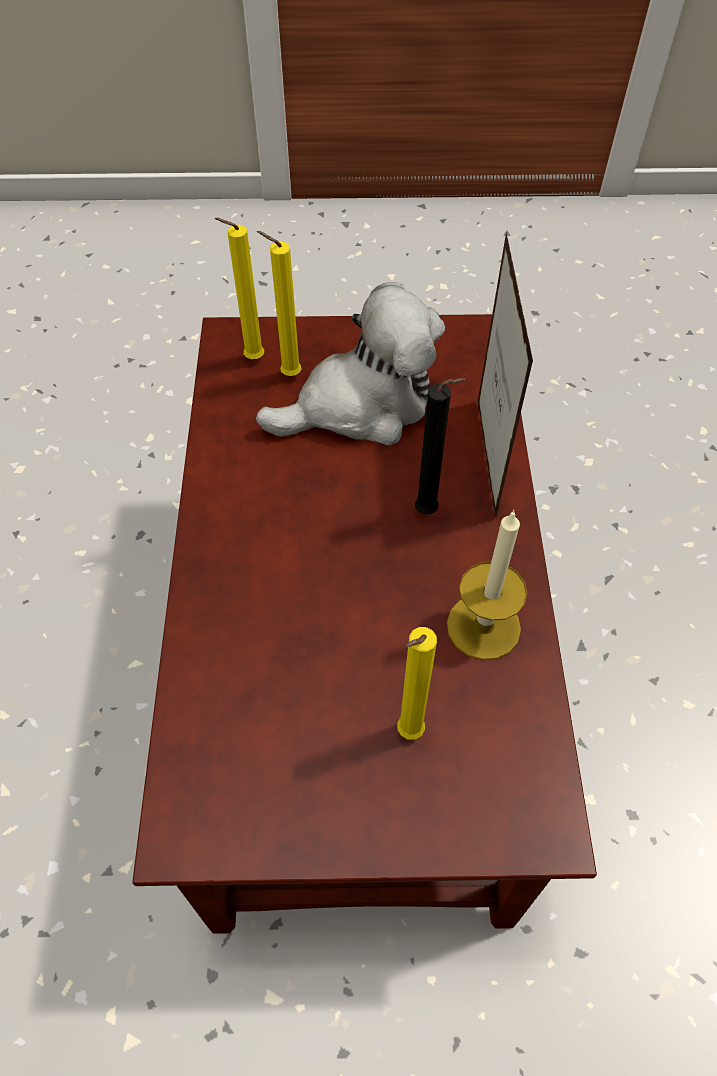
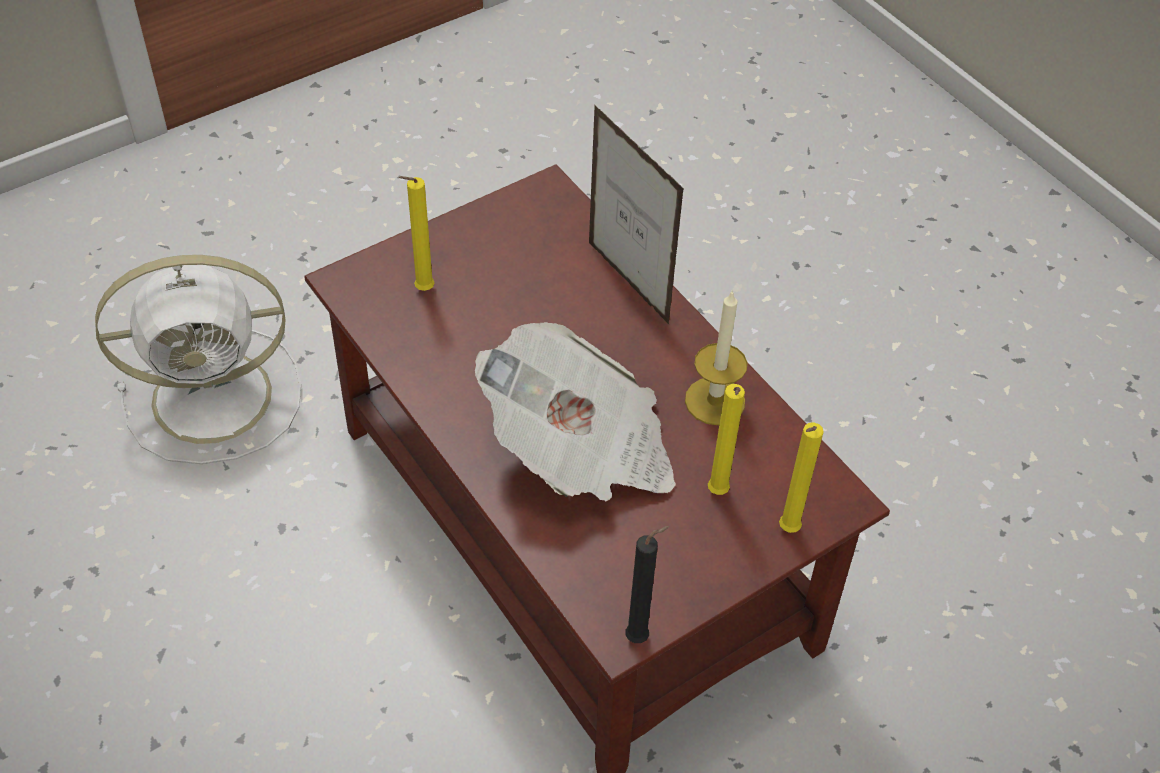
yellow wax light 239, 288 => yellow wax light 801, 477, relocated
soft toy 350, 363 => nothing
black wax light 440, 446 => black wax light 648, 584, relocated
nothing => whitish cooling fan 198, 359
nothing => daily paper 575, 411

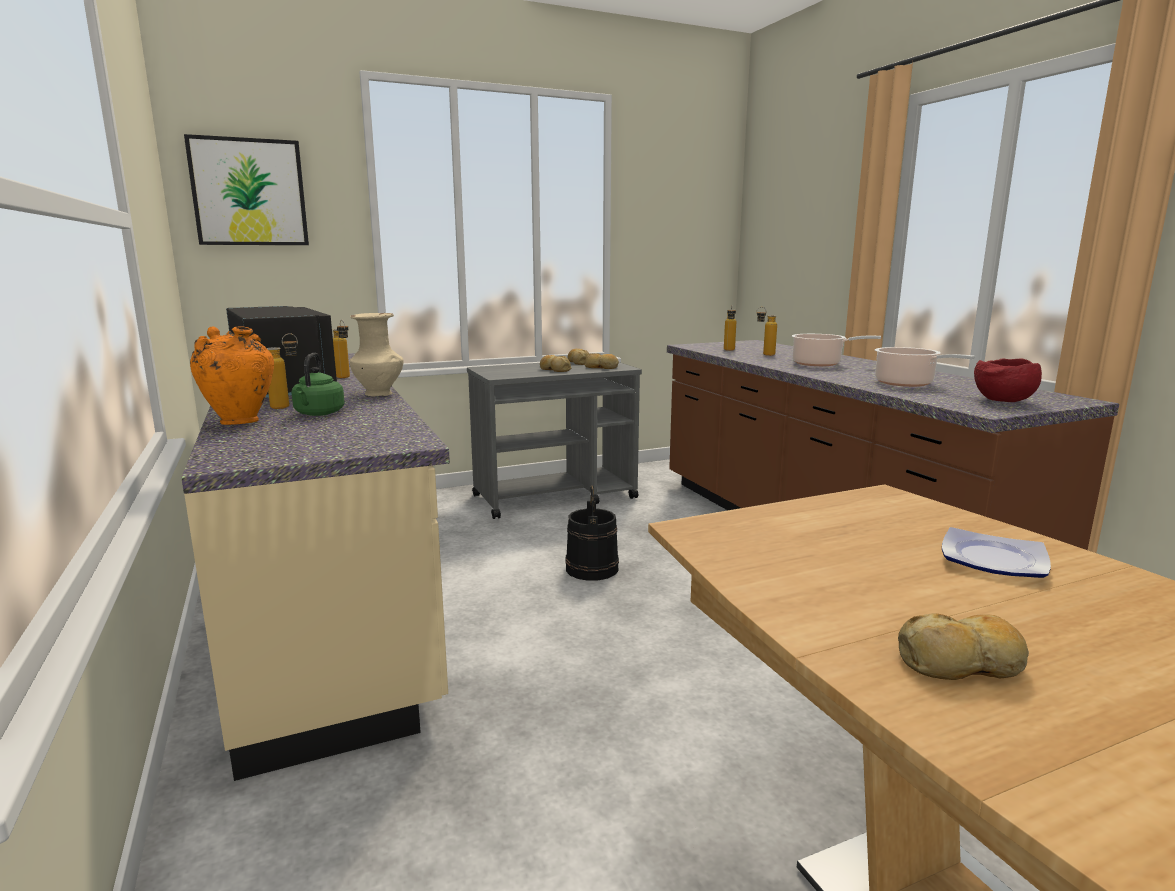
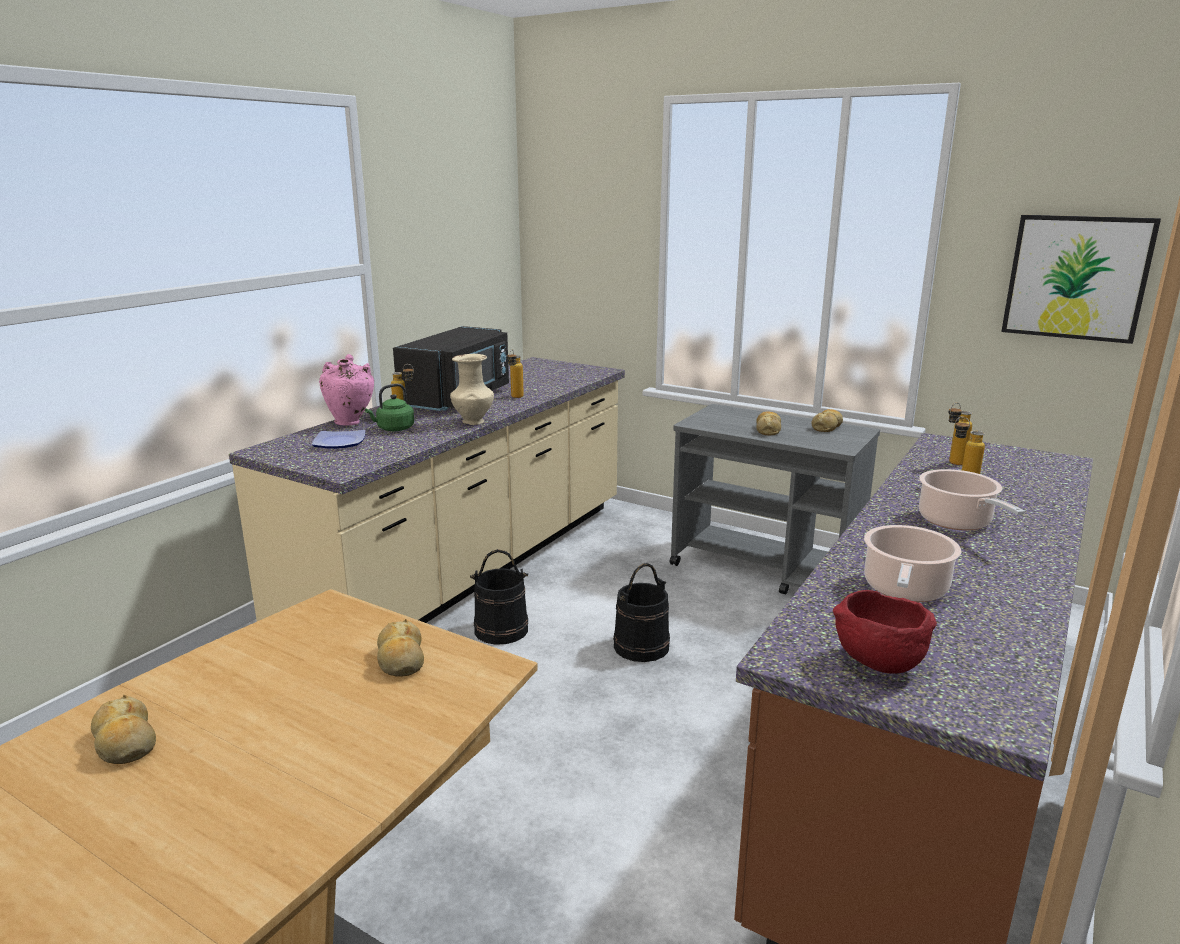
wall art 246, 189 => wall art 1081, 279, relocated
orange-coloured flower vase 232, 376 => pink-coloured flower vase 346, 390
baked bread 601, 361 => baked bread 400, 648, relocated
plate 996, 552 => plate 338, 439, relocated
nothing => black bucket 499, 597

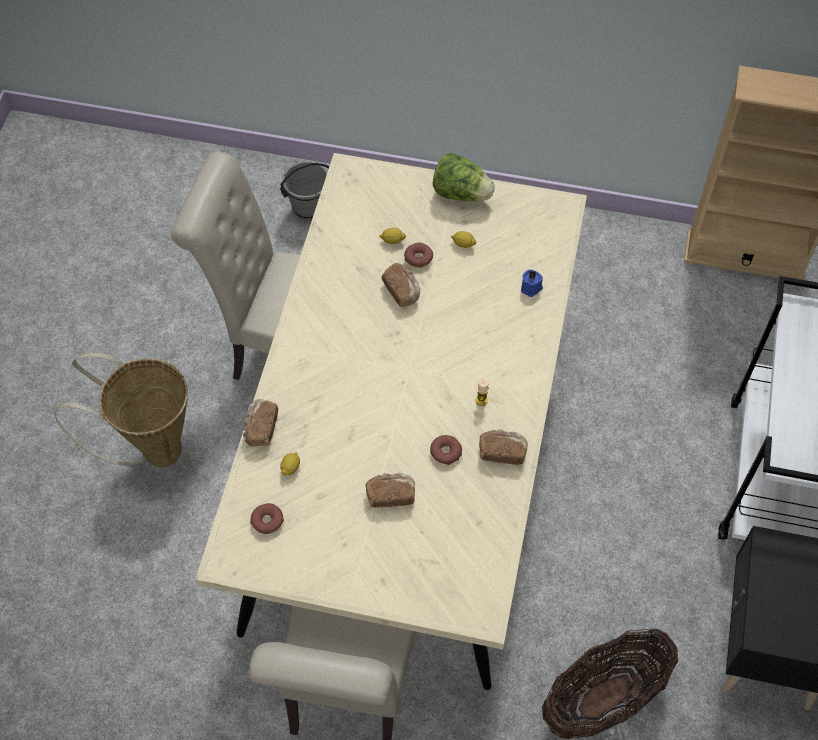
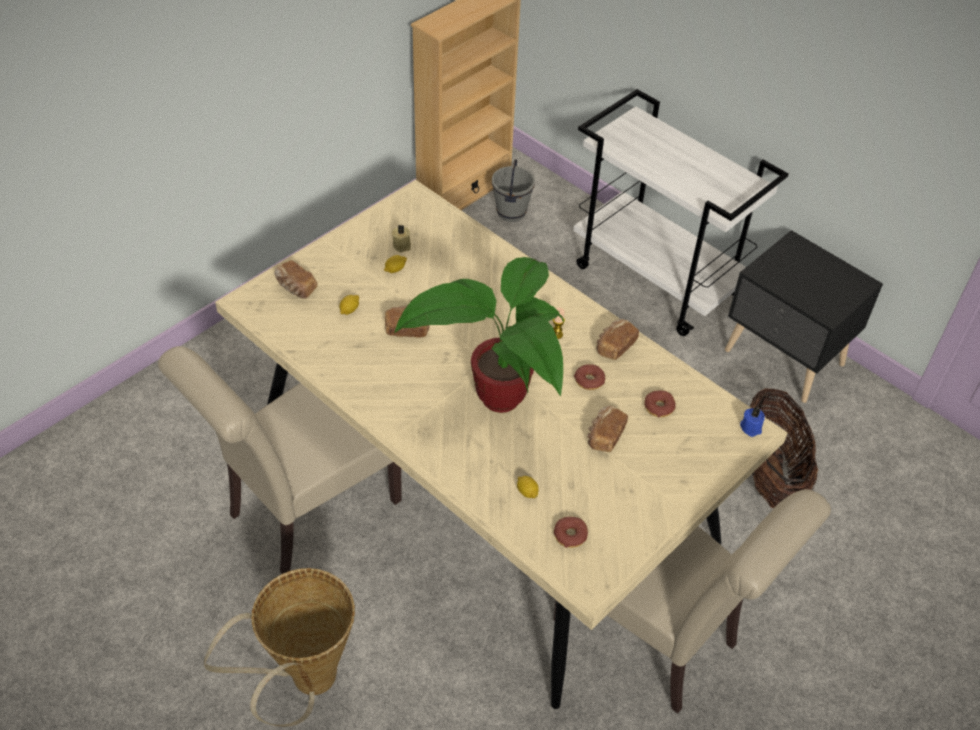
lettuce head 464, 177 => nothing
grey bucket 304, 191 => grey bucket 513, 190, relocated
ring doughnut 418, 255 => ring doughnut 660, 404, relocated
blue-coloured wax light 532, 283 => blue-coloured wax light 752, 422, relocated
baked bread 260, 423 => baked bread 295, 280, relocated
nothing => beige-coloured wax light 401, 238
nothing => potted plant 479, 335

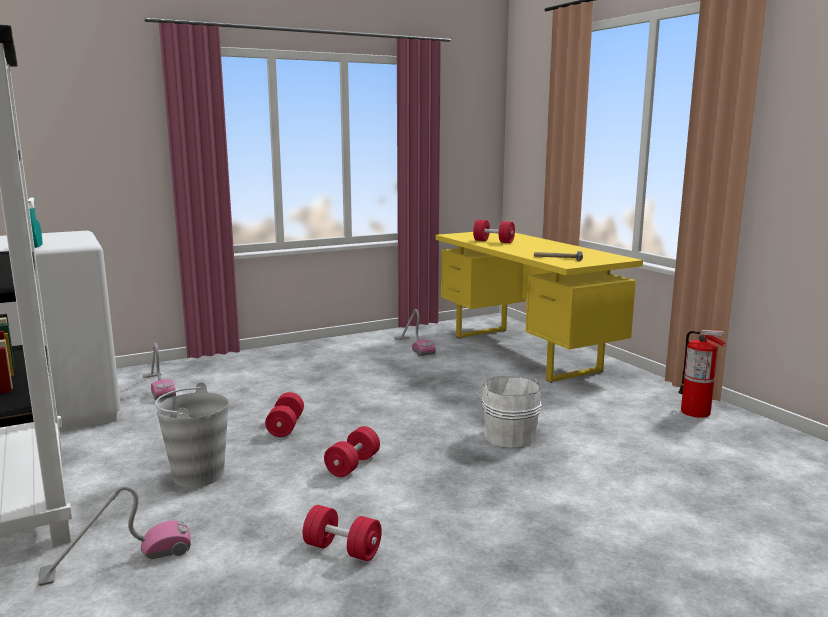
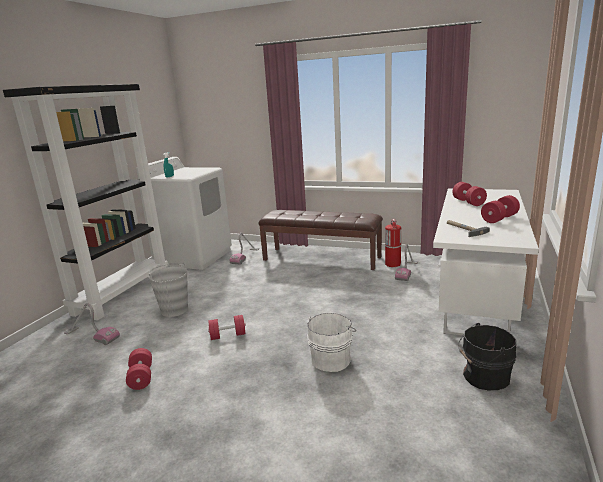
yellow desk unit 539, 307 => whitish desk unit 486, 262
fire-fighting cylinder 702, 374 => fire-fighting cylinder 393, 243, relocated
red dumbbell 284, 414 => red dumbbell 500, 209, relocated
nothing => brown bench 321, 240
nothing => black bucket 487, 356

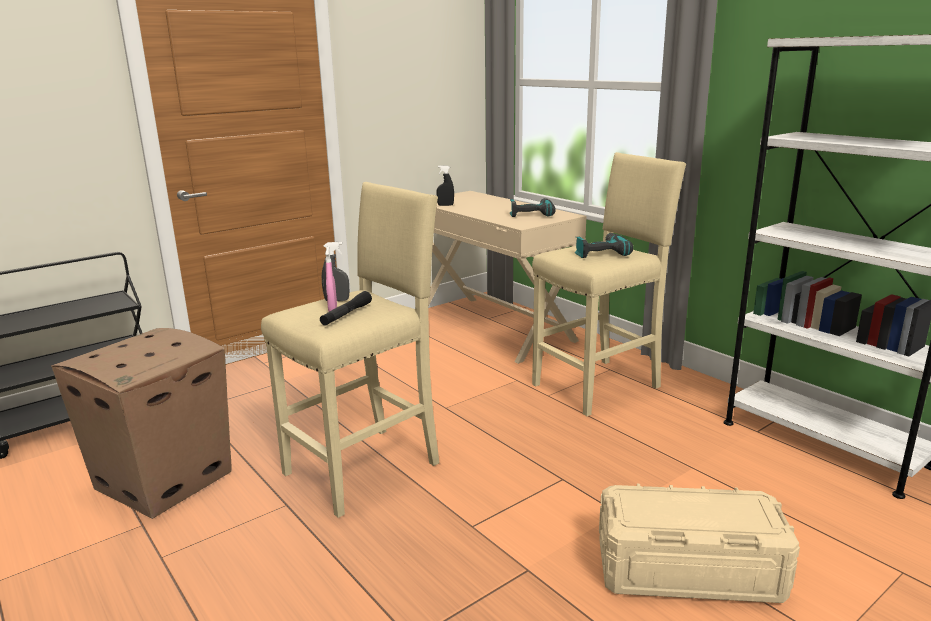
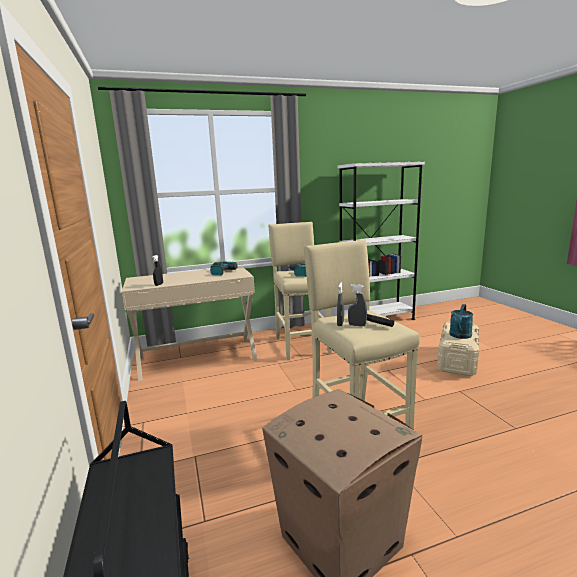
pink-coloured spray bottle 331, 279 => grey spray bottle 357, 305
nothing => turquoise watering pot 461, 321

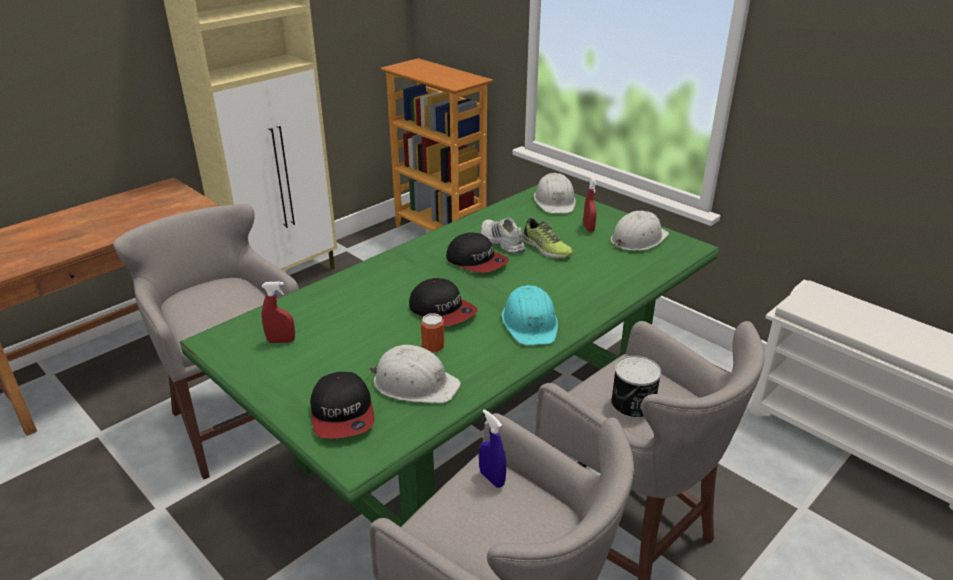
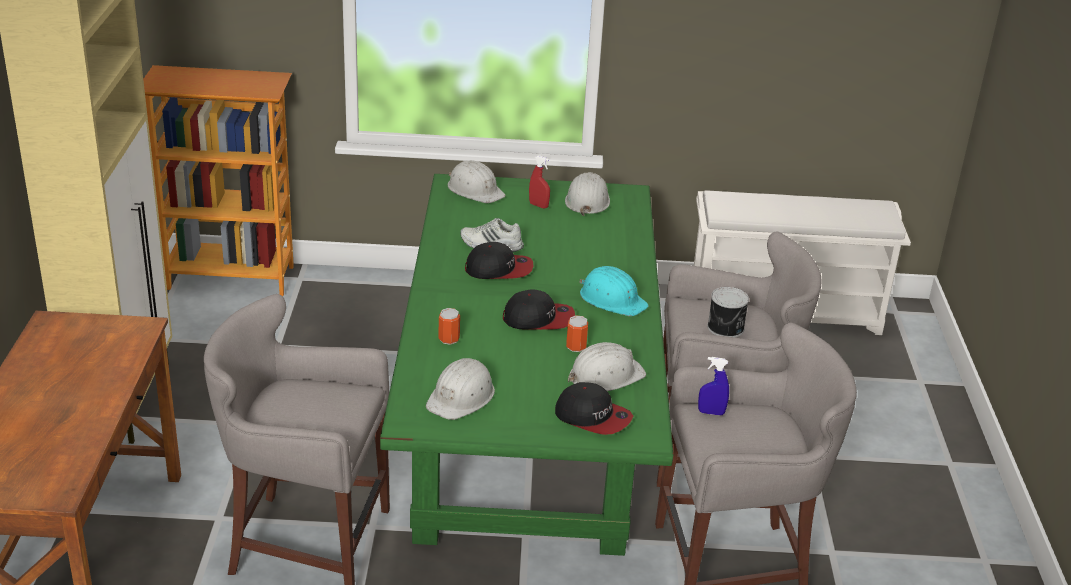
low shoe 547, 238 => nothing
red spray bottle 278, 312 => whitish hard hat 460, 389
nothing => metal can 449, 326

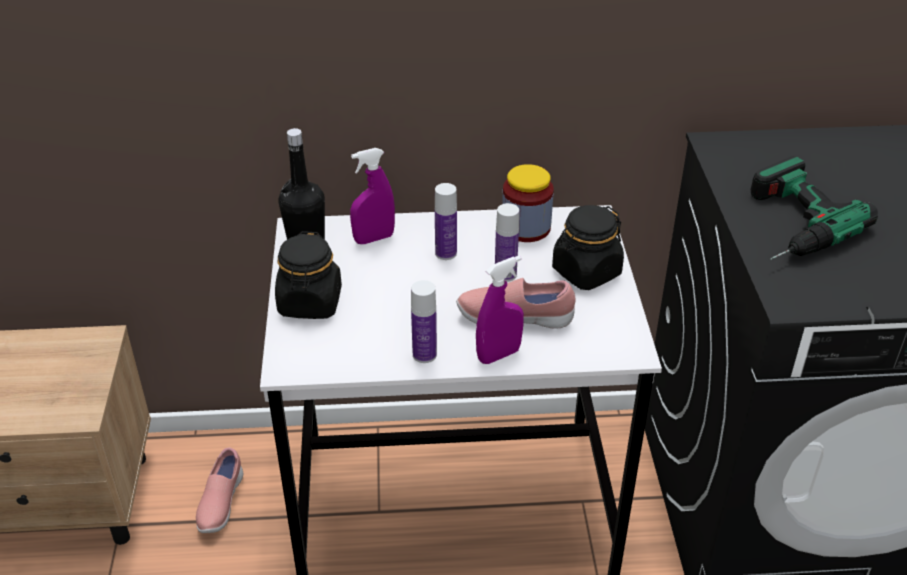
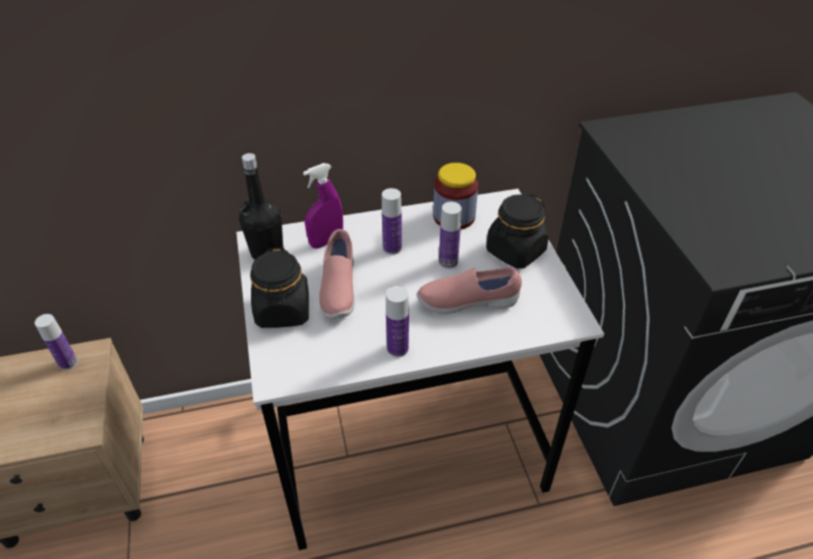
electric drill 814, 208 => nothing
purple-coloured spray bottle 500, 309 => nothing
pink-coloured low shoe 219, 490 => pink-coloured low shoe 337, 274, relocated
nothing => bottle 56, 342

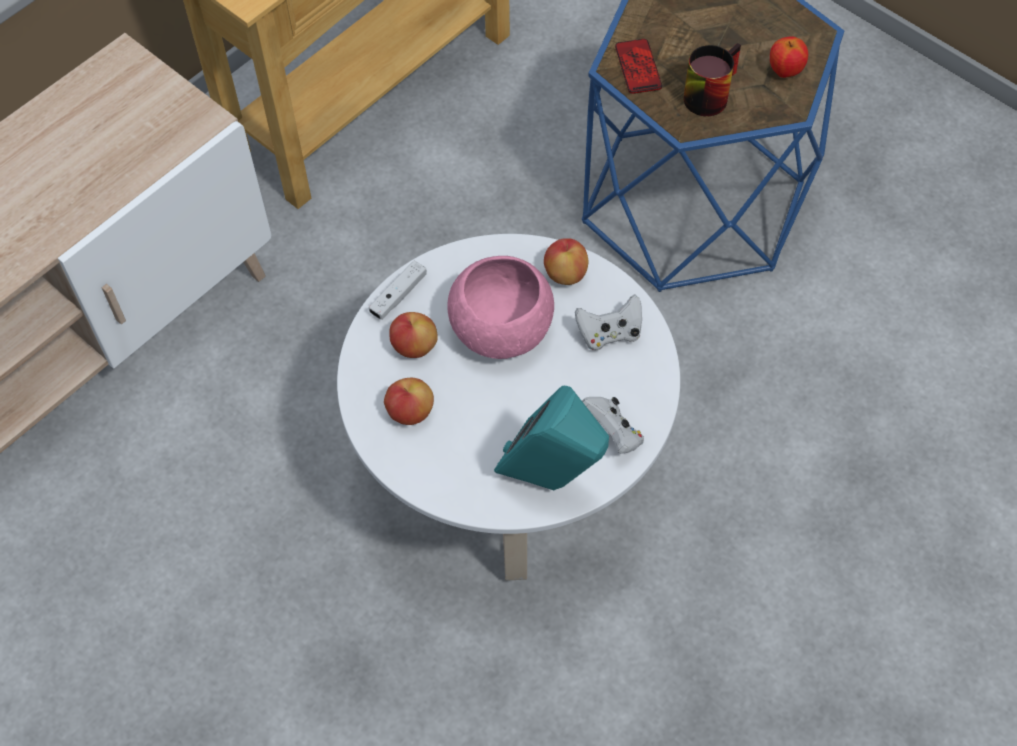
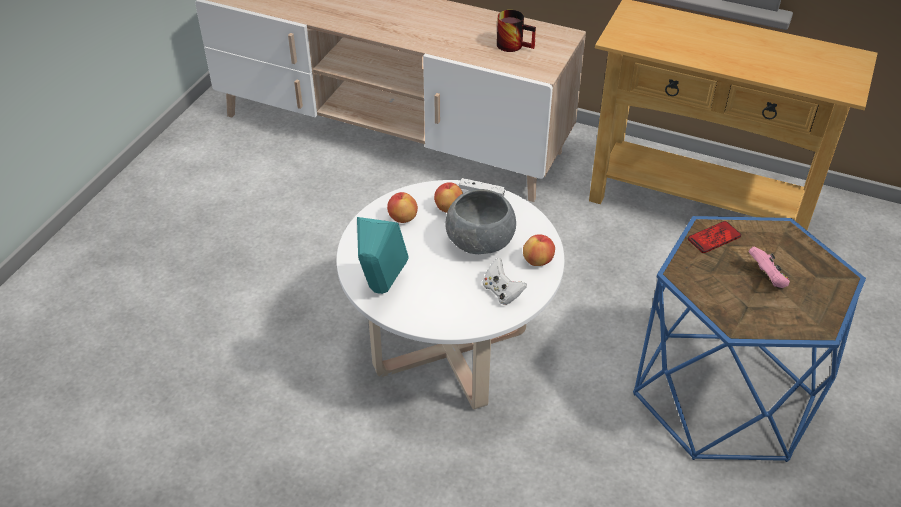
whole apple 789, 57 => nothing
tea mug 712, 79 => tea mug 516, 31, relocated
pink-coloured bowl 500, 307 => grey bowl 480, 221
whitish gamepad 613, 425 => nothing
nothing => pink-coloured gamepad 769, 267

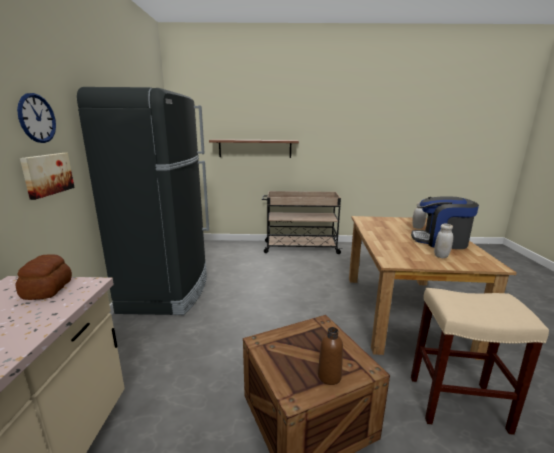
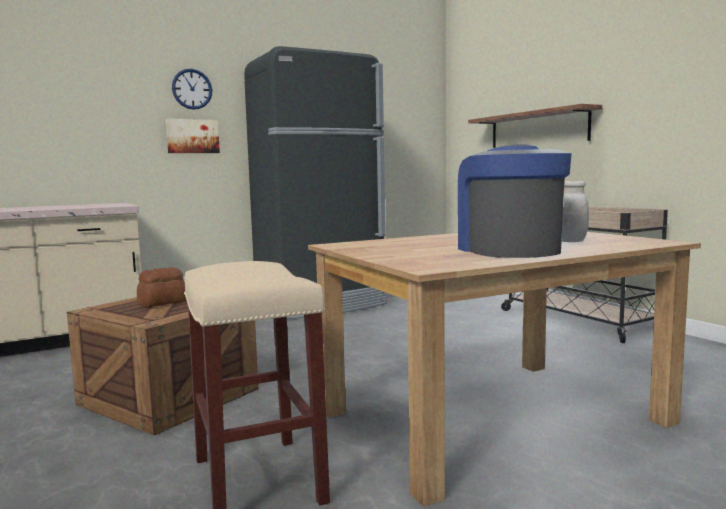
whitish storage jar 443, 241 => nothing
baked bread 43, 277 => baked bread 162, 287, relocated
brown bottle 330, 356 => nothing

